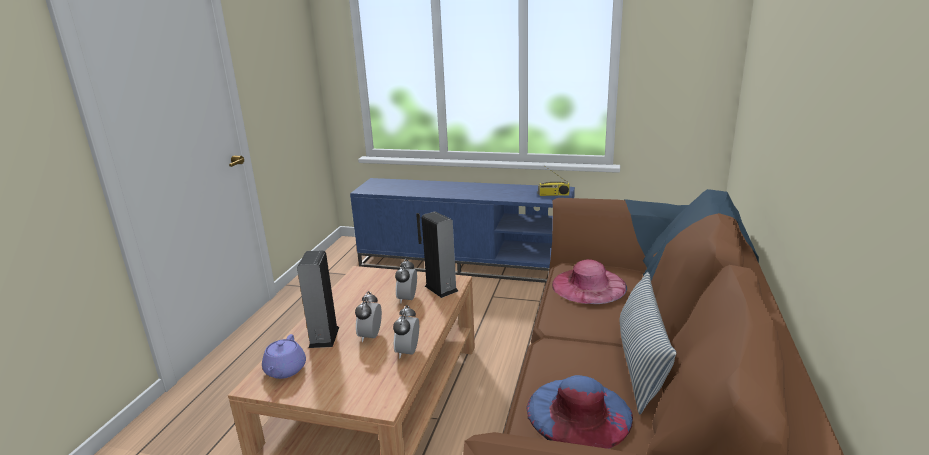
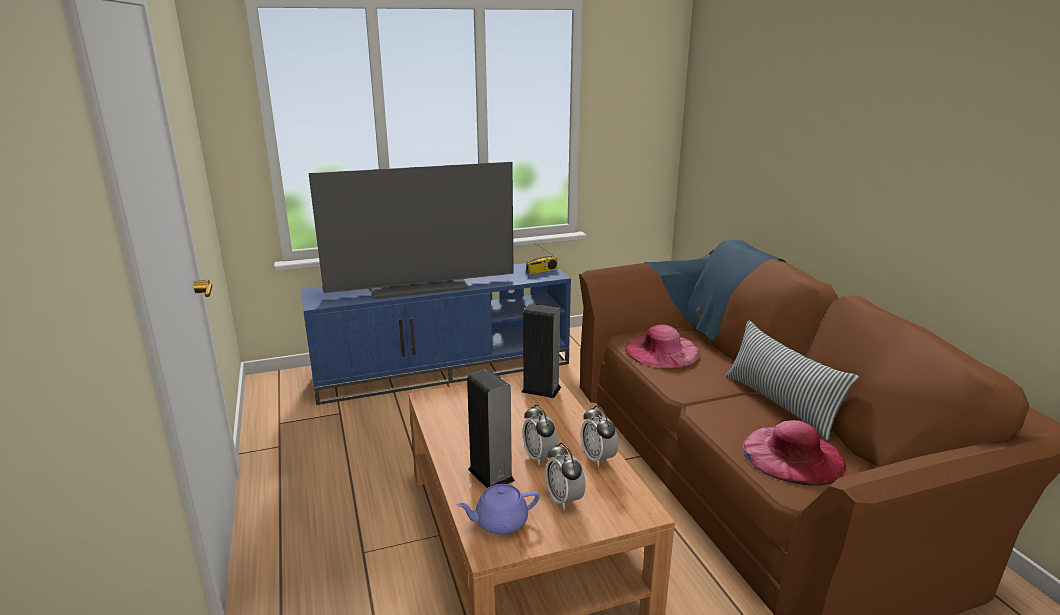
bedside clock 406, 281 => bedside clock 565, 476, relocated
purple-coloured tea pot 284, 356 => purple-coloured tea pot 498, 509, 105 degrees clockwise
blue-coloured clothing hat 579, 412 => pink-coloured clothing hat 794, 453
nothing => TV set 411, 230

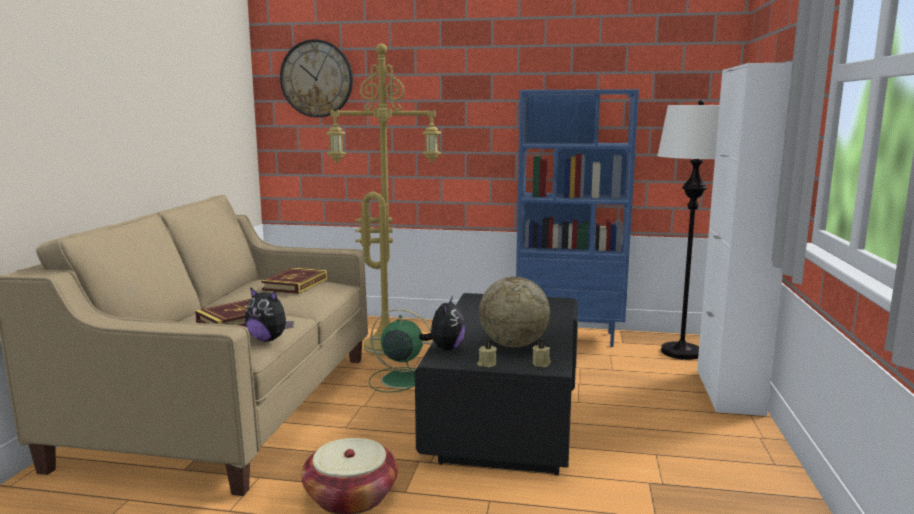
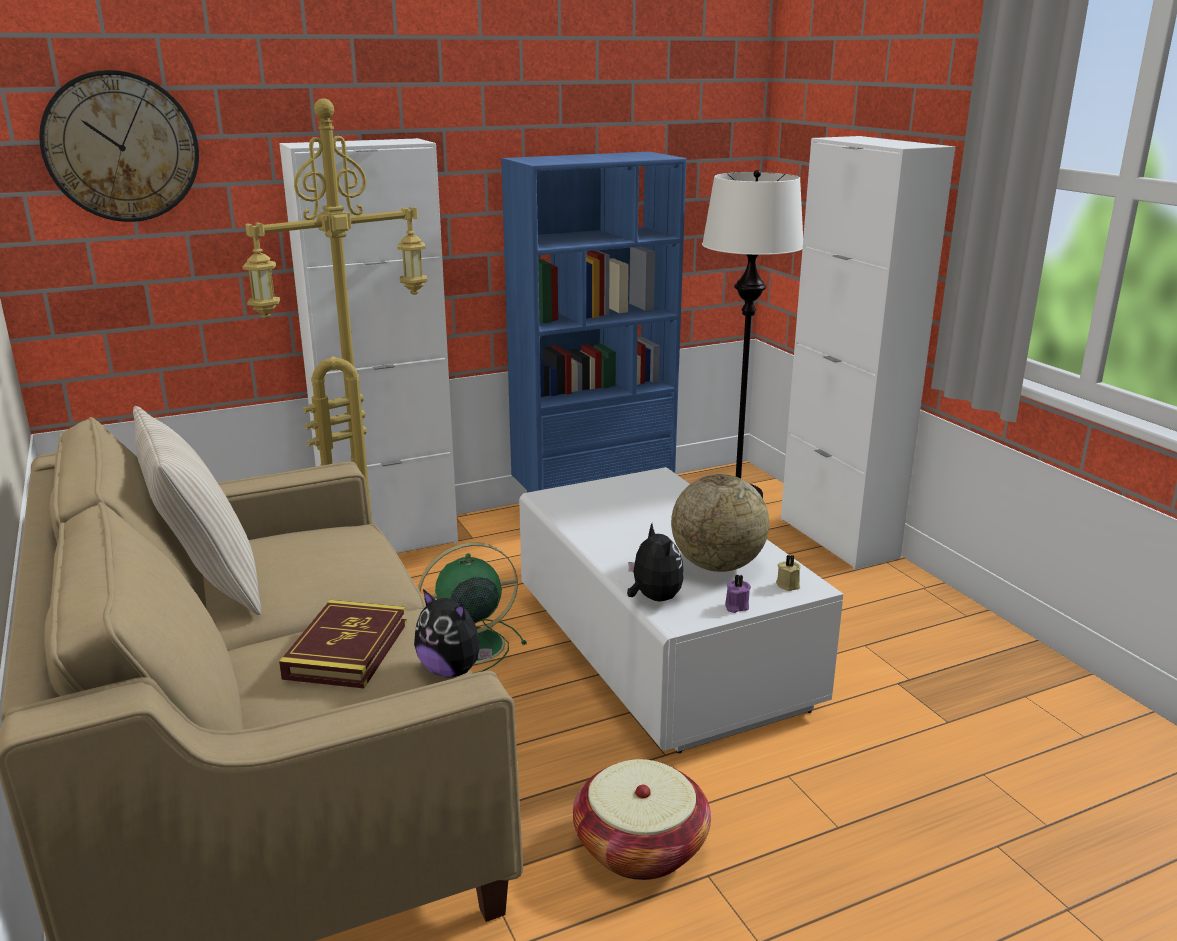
bound book 294, 281 => nothing
soft toy 269, 314 => soft toy 453, 633, 45 degrees clockwise
black lounge table 496, 384 => whitish lounge table 681, 610
beige-coloured wax light 487, 353 => purple-coloured wax light 738, 593
nothing => whitish cabinet 368, 345
nothing => beige-coloured cushion 197, 510

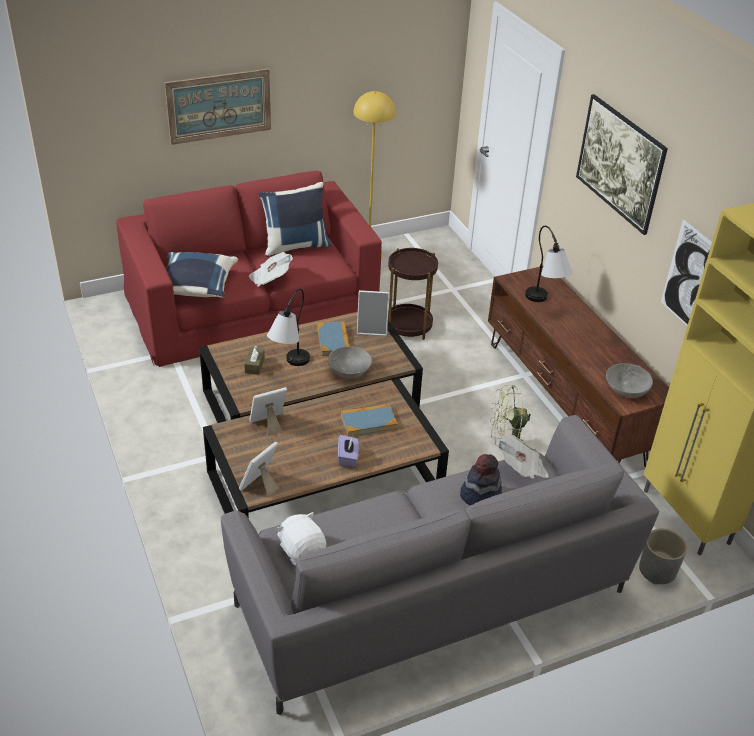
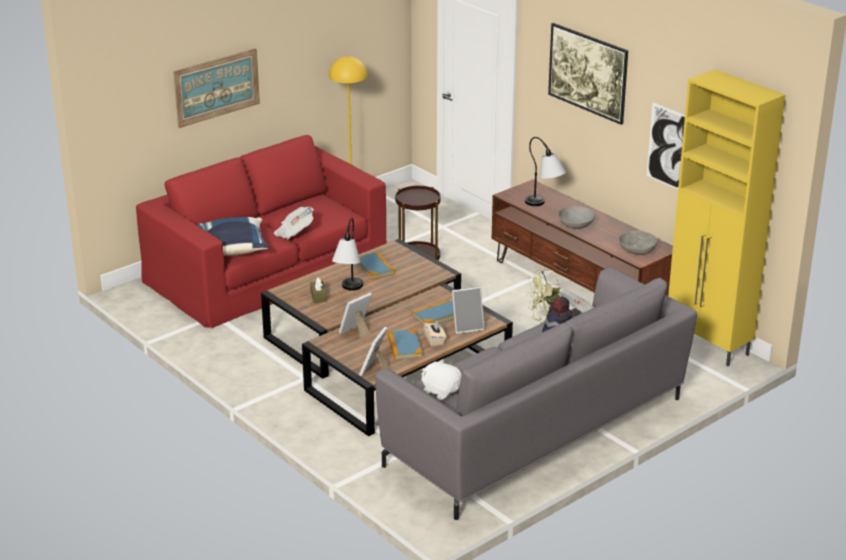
blue-coloured cushion 295, 219 => nothing
standing frame 373, 313 => standing frame 468, 310, relocated
grey bowl 350, 362 => grey bowl 576, 217, relocated
purple-coloured box of tissues 348, 450 => beige-coloured box of tissues 434, 333
grey plant pot 663, 556 => nothing
nothing => bound book 405, 344

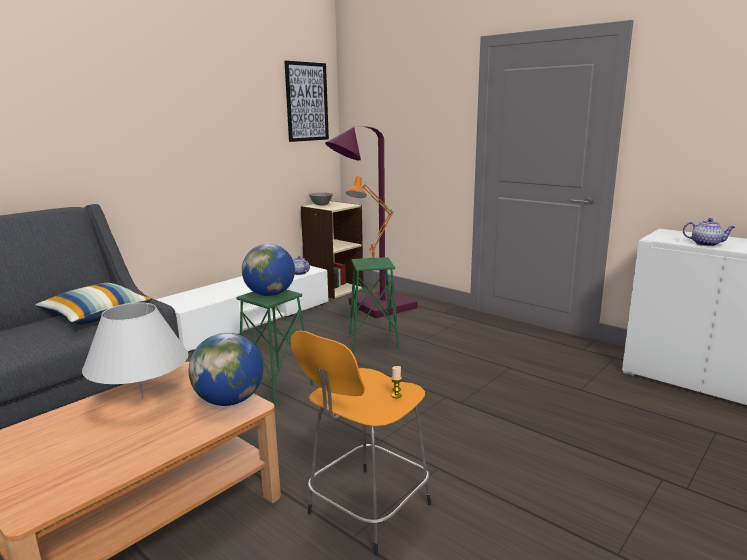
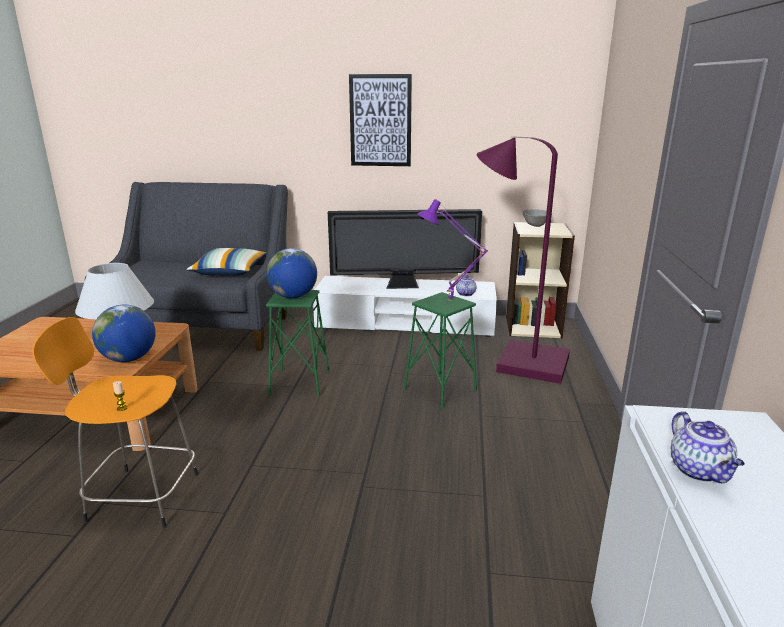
wall art 306, 101 => wall art 380, 120, relocated
orange-coloured lamp for a table 370, 218 => purple-coloured lamp for a table 452, 250
nothing => TV set 405, 249

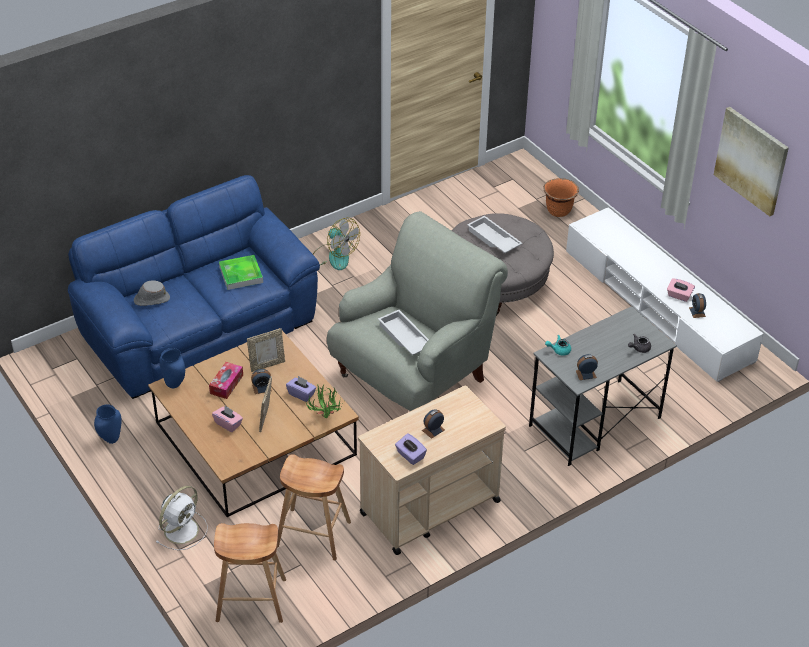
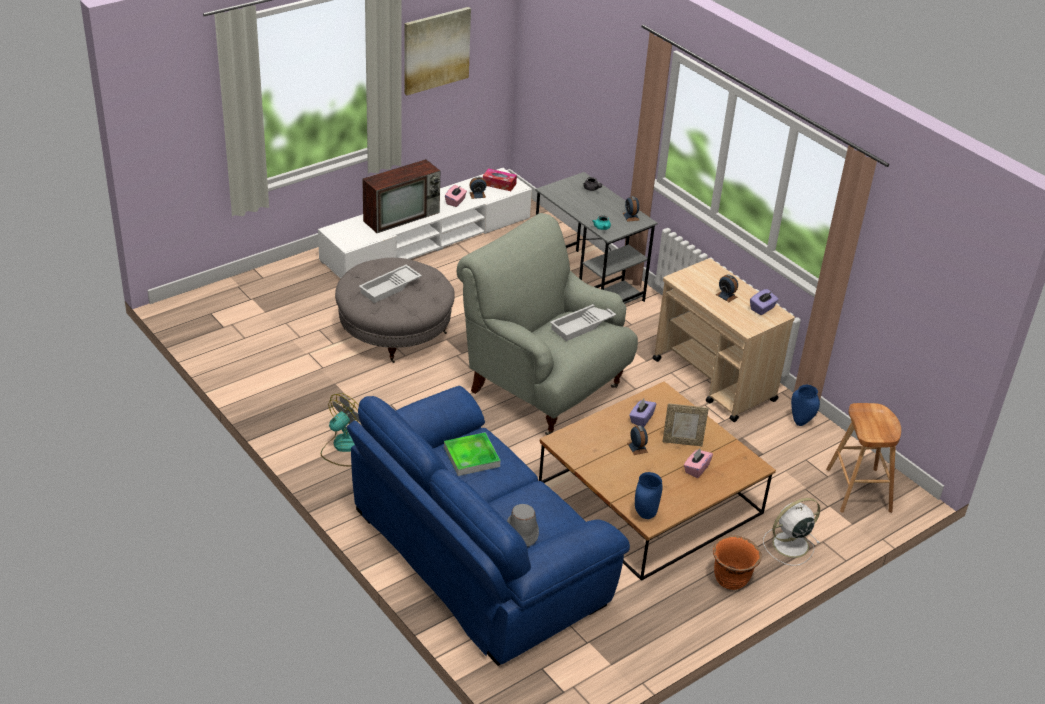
orange-coloured plant pot 561, 197 => orange-coloured plant pot 737, 562, relocated
standing frame 266, 350 => nothing
box of tissues 226, 380 => box of tissues 500, 179, relocated
potted plant 323, 401 => nothing
blue-coloured flower vase 108, 424 => blue-coloured flower vase 805, 405, relocated
brown stool seat 314, 507 => nothing
whitish cooling fan 181, 518 => whitish cooling fan 791, 532, 60 degrees counterclockwise
nothing => TV set 401, 196

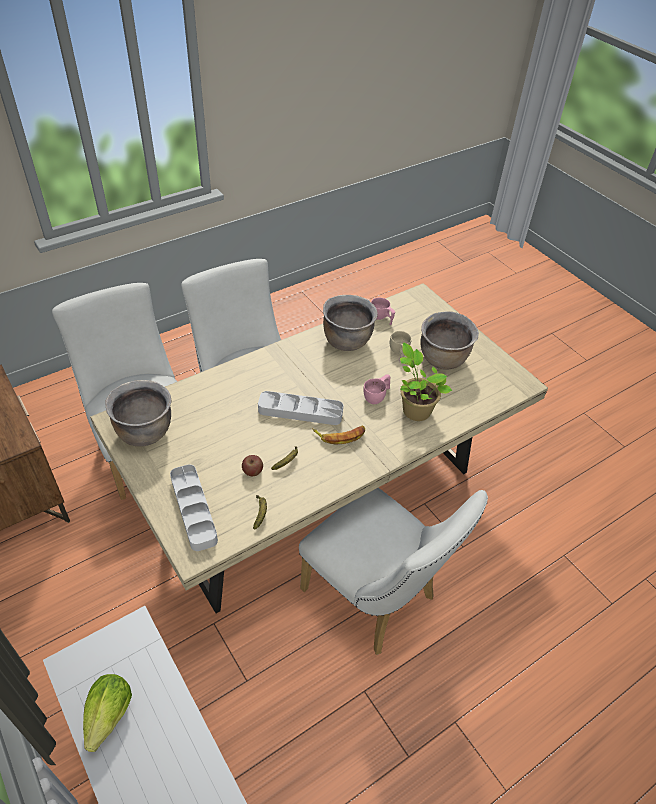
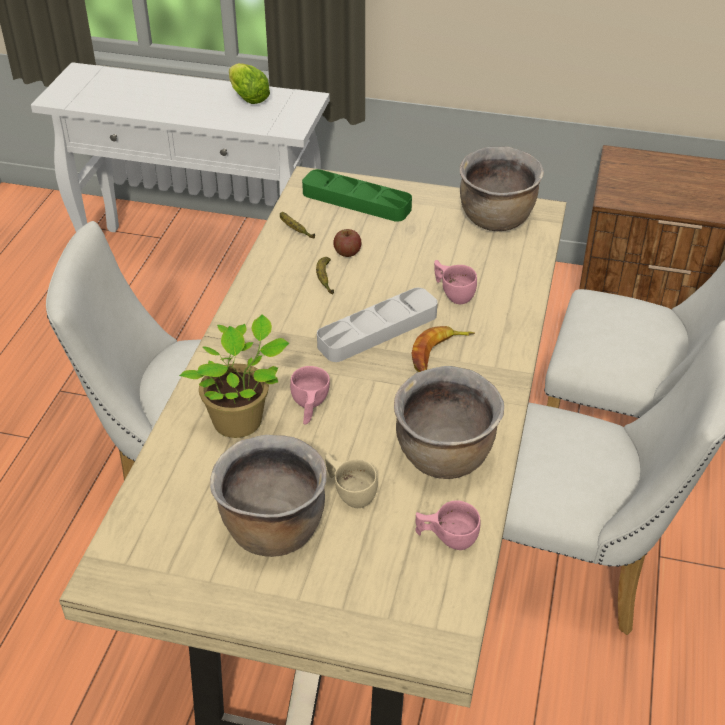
whole banana 338, 435 => whole banana 443, 349, relocated
grey tray 194, 507 => greenish tray 357, 195
nothing => pink-coloured small cup 455, 282

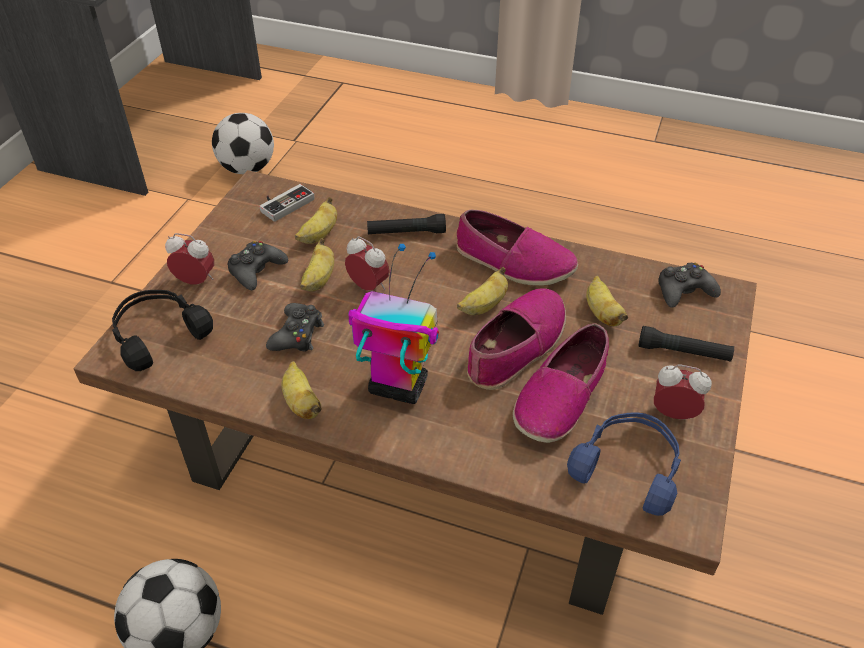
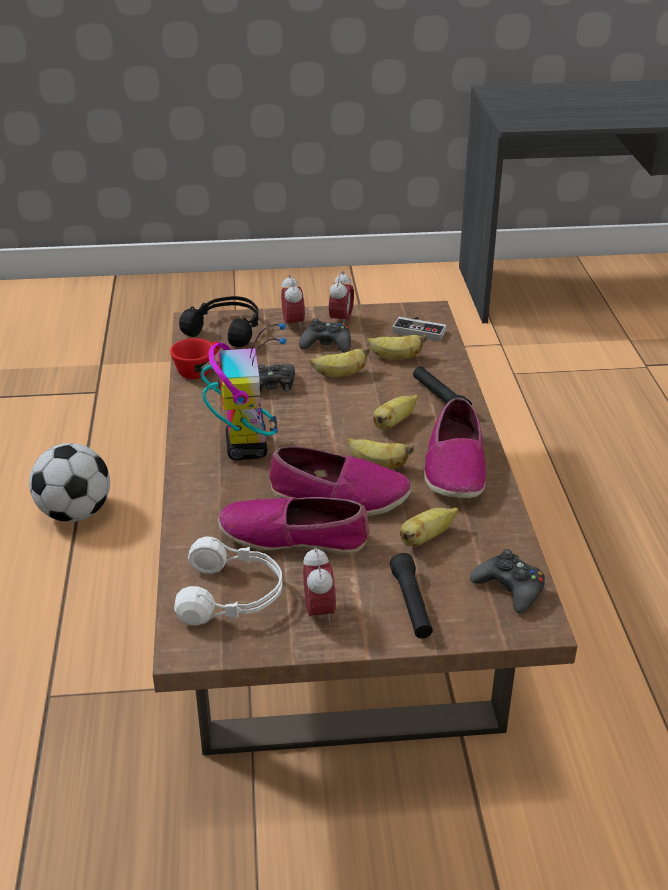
football ball 243, 143 => nothing
bedside clock 367, 263 => bedside clock 341, 297, relocated
whole banana 302, 390 => whole banana 395, 412, relocated
blue-coloured headphones 624, 464 => whitish headphones 228, 581
nothing => red small cup 195, 358

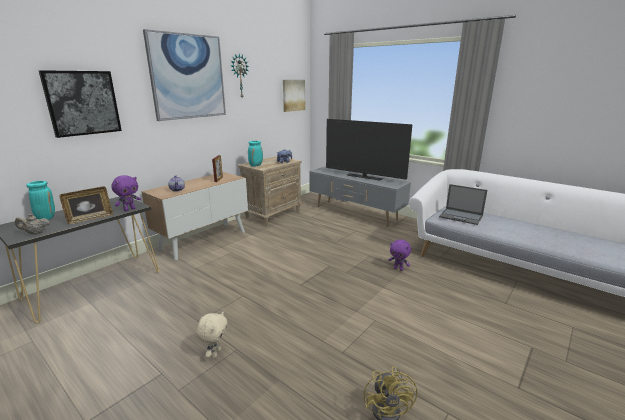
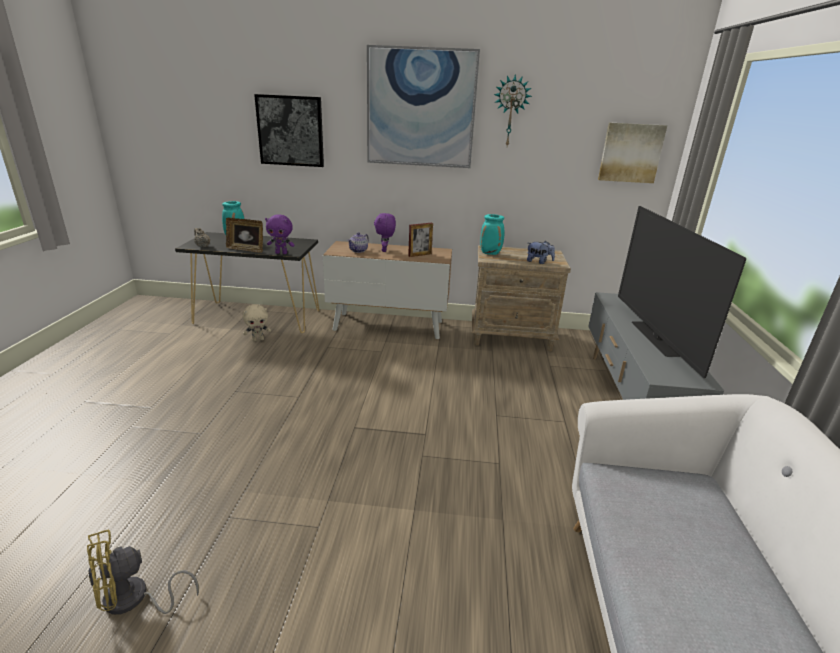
portable computer 463, 204 => nothing
purple-coloured soft toy 399, 255 => purple-coloured soft toy 385, 232, relocated
beige-coloured soft toy 212, 335 => beige-coloured soft toy 257, 322, relocated

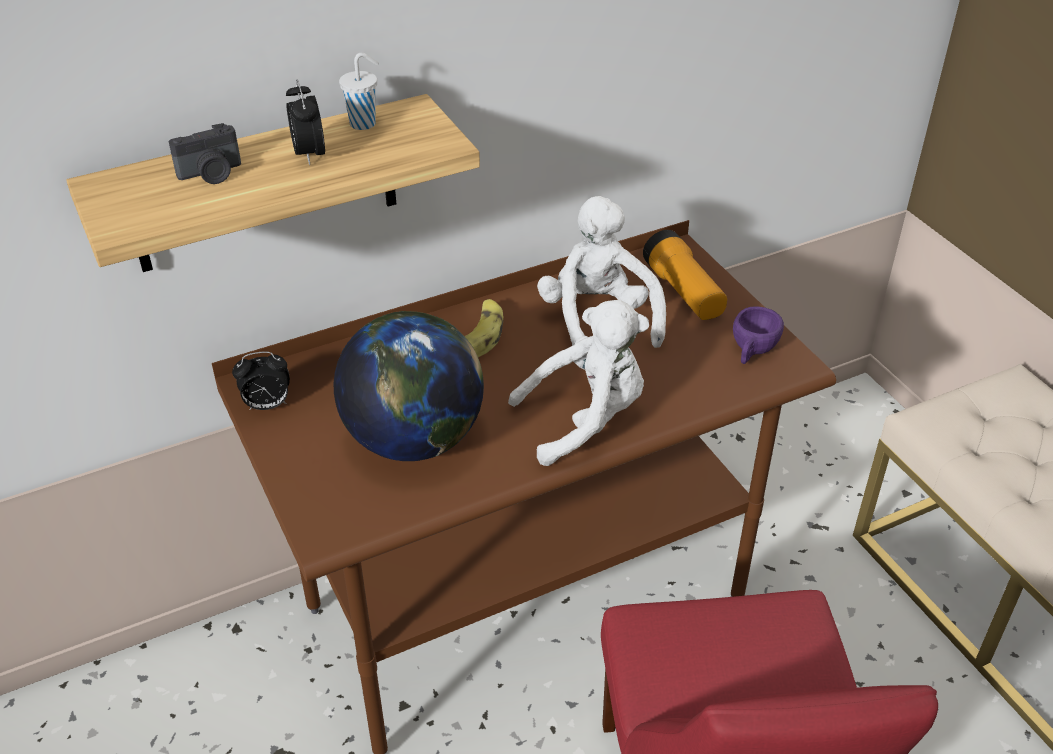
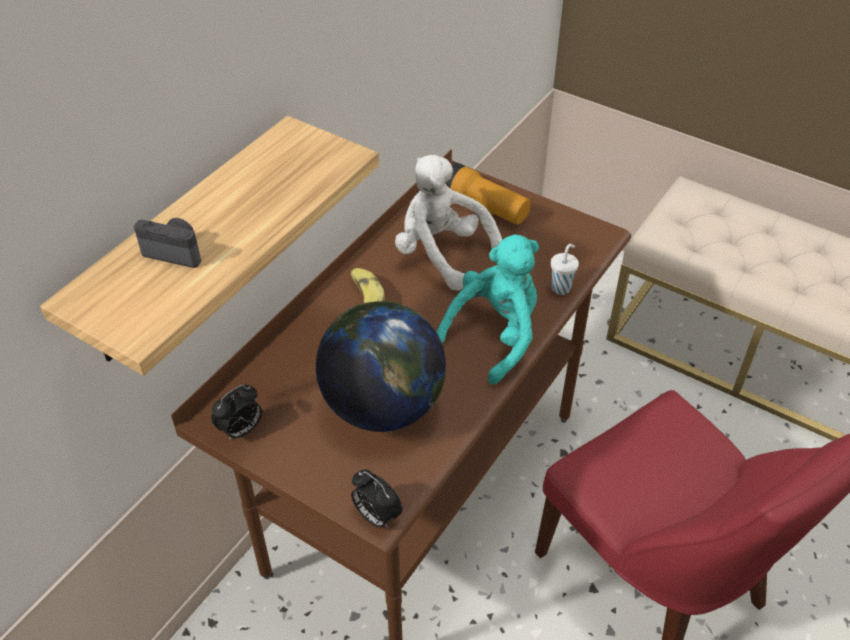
whitish small cup 359, 91 => whitish small cup 565, 269, relocated
bedside clock 305, 122 => bedside clock 377, 499, relocated
photo camera 205, 153 => photo camera 167, 243, 105 degrees counterclockwise
whitish soft toy 578, 383 => turquoise soft toy 487, 309
purple-coloured small cup 758, 335 => nothing

